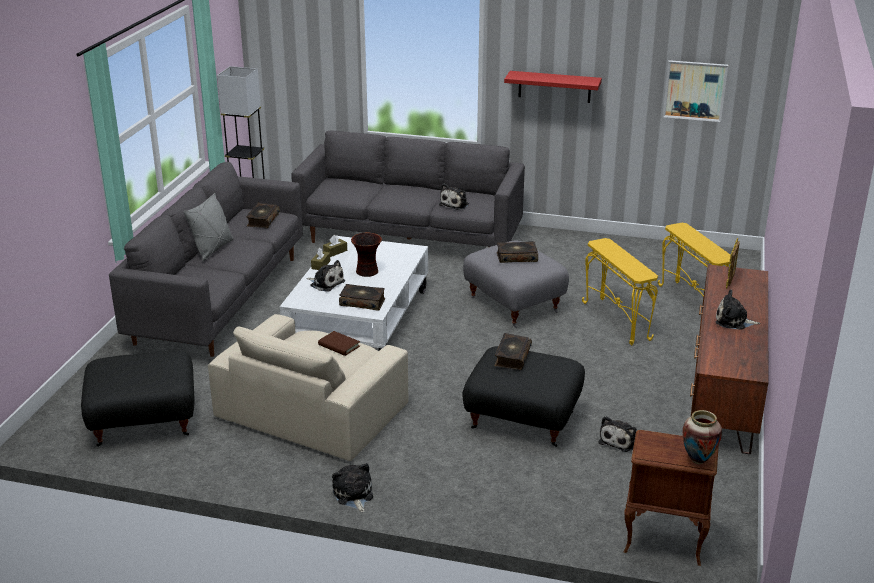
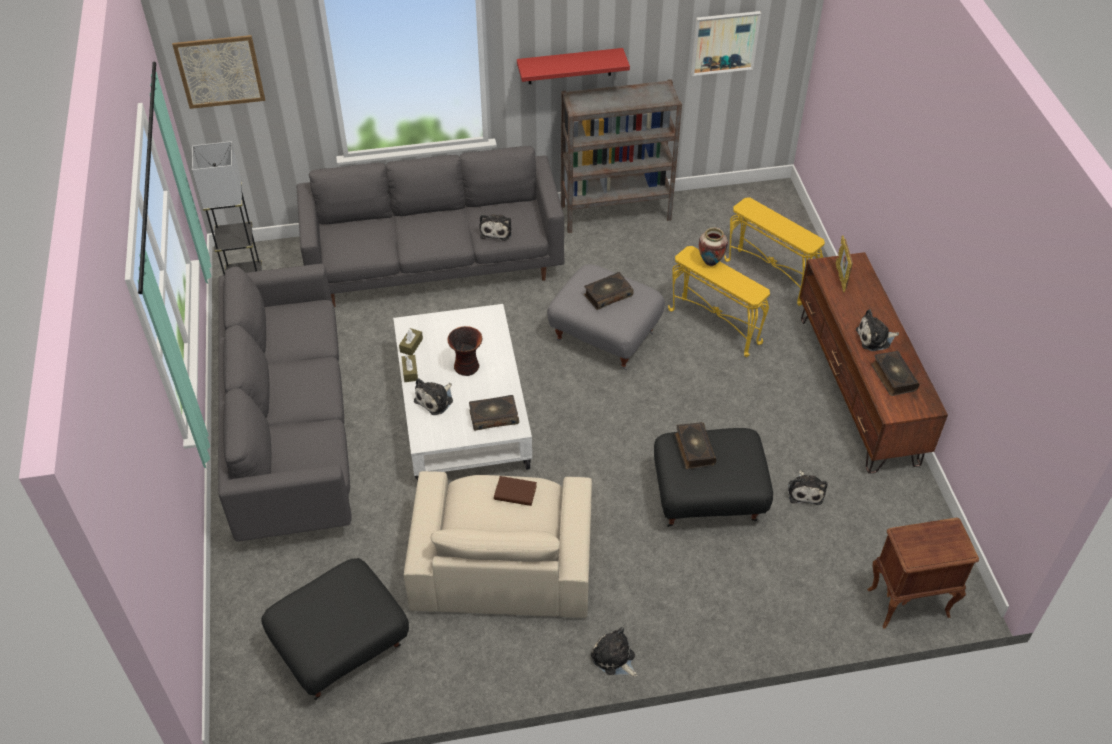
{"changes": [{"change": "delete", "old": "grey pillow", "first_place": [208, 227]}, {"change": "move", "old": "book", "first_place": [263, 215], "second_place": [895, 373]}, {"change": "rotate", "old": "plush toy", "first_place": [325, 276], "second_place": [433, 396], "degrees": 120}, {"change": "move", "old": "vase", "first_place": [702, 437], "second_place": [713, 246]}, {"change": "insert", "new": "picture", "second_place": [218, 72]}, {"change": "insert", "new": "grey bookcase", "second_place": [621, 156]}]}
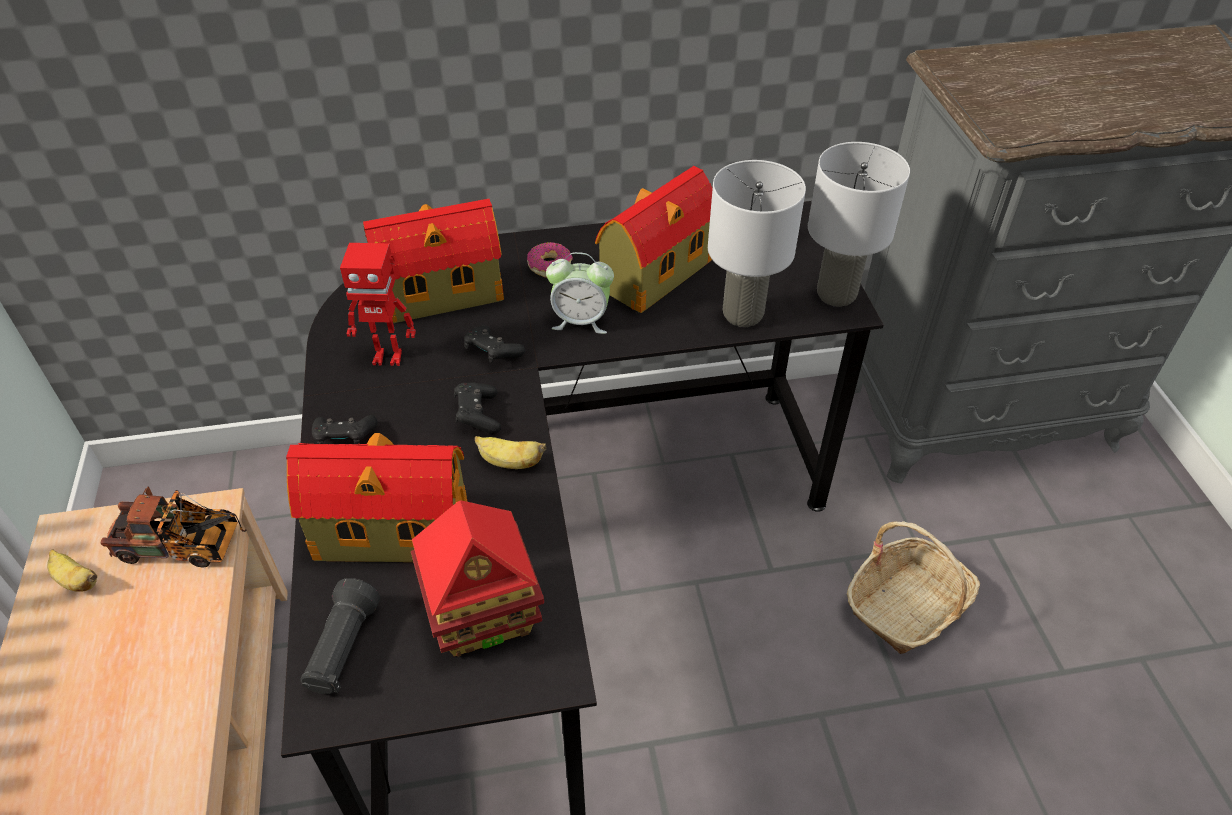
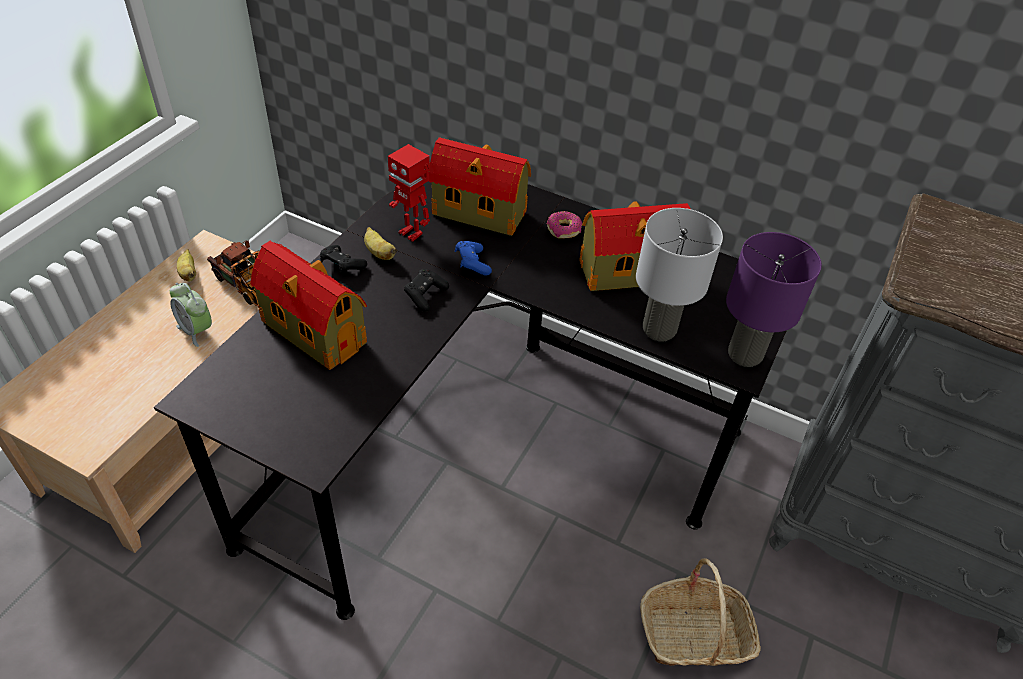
{"changes": [{"change": "recolor", "old": "white table lamp", "new": "purple table lamp", "first_place": [859, 224], "second_place": [774, 299]}, {"change": "move", "old": "alarm clock", "first_place": [580, 293], "second_place": [191, 315]}, {"change": "recolor", "old": "black game controller", "new": "blue game controller", "first_place": [494, 343], "second_place": [473, 258]}, {"change": "move", "old": "banana", "first_place": [511, 452], "second_place": [380, 243]}, {"change": "delete", "old": "toy house", "first_place": [477, 579]}, {"change": "delete", "old": "black flashlight", "first_place": [340, 636]}]}
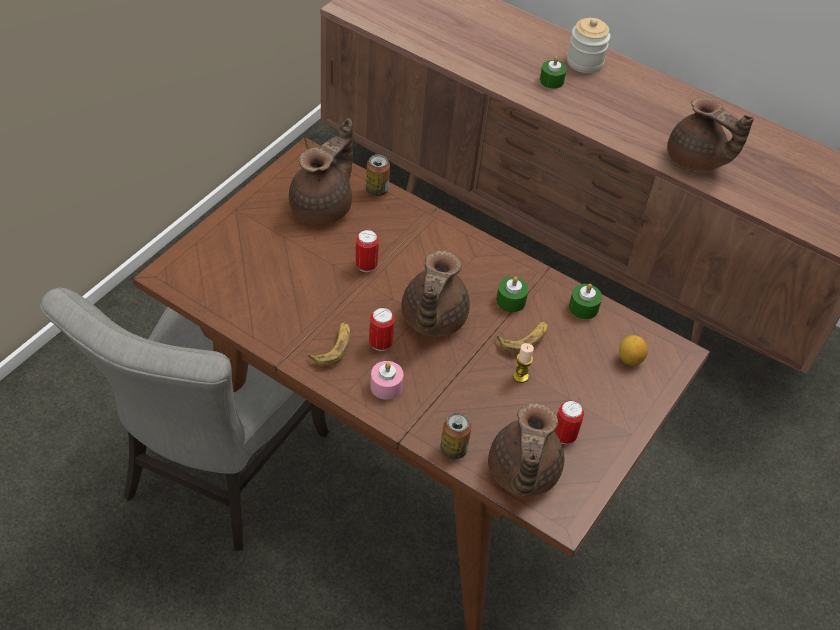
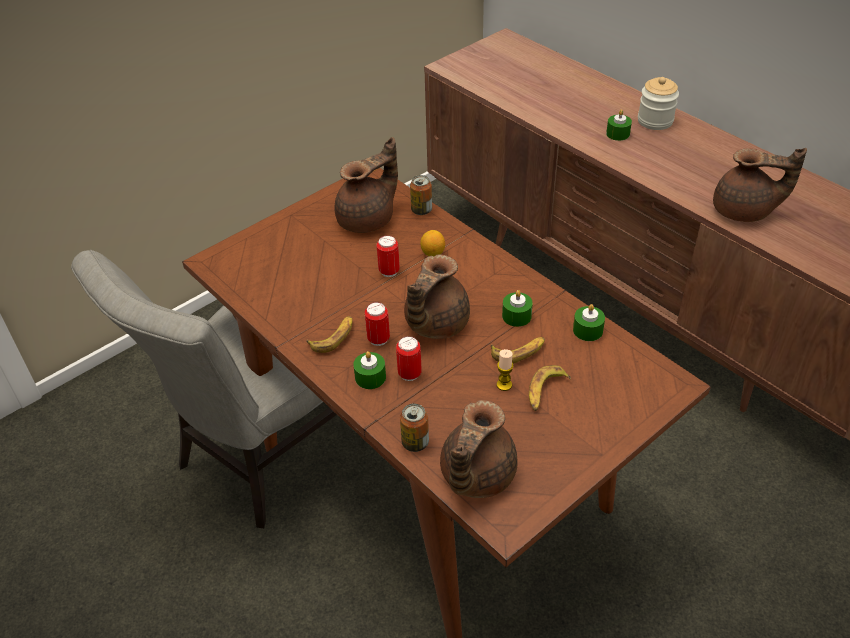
{"changes": [{"change": "rotate", "old": "brown teapot", "first_place": [710, 134], "second_place": [760, 185], "degrees": -45}, {"change": "move", "old": "lemon", "first_place": [633, 350], "second_place": [432, 243]}, {"change": "recolor", "old": "pink candle", "new": "green candle", "first_place": [387, 380], "second_place": [369, 370]}, {"change": "move", "old": "can", "first_place": [569, 422], "second_place": [409, 358]}, {"change": "insert", "new": "banana", "second_place": [550, 388]}]}
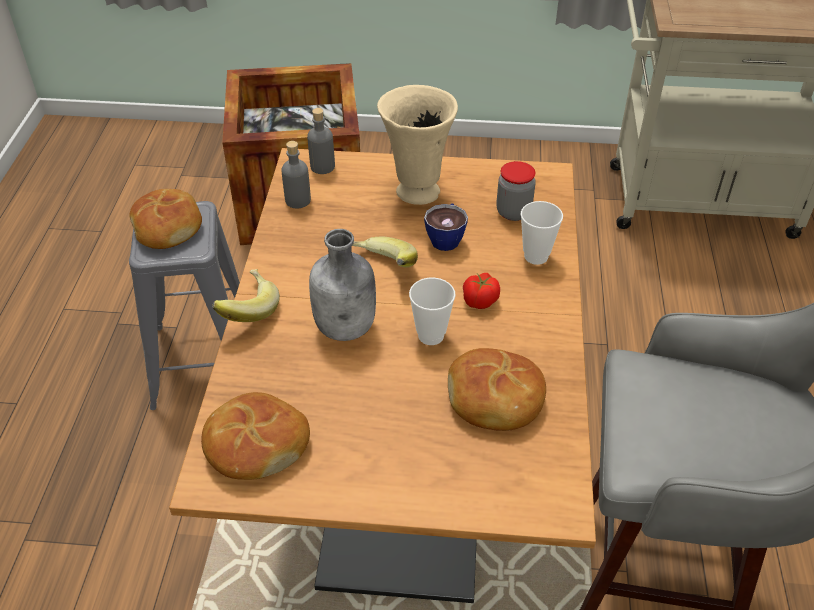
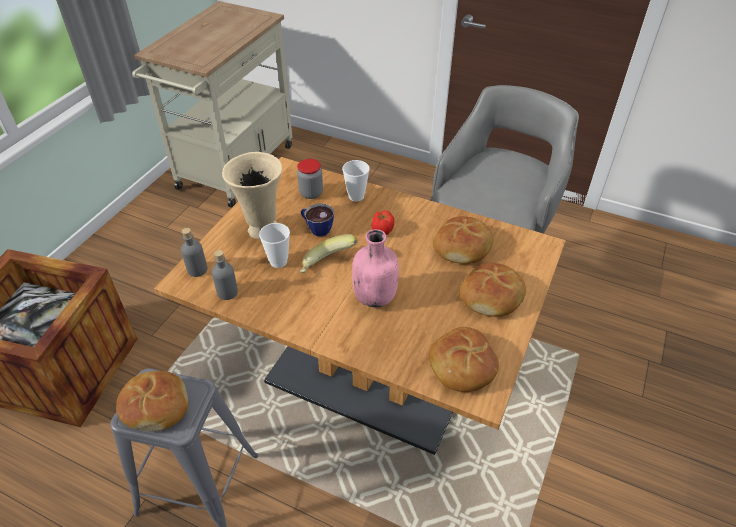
{"changes": [{"change": "recolor", "old": "grey bottle", "new": "pink bottle", "first_place": [342, 285], "second_place": [375, 268]}, {"change": "delete", "old": "banana", "first_place": [246, 295]}, {"change": "move", "old": "cup", "first_place": [432, 311], "second_place": [274, 245]}, {"change": "insert", "new": "bread", "second_place": [492, 290]}]}
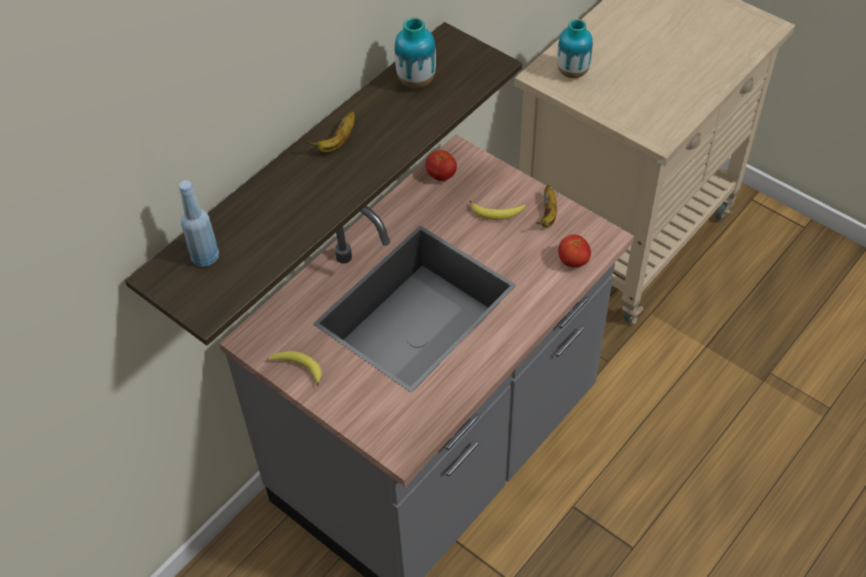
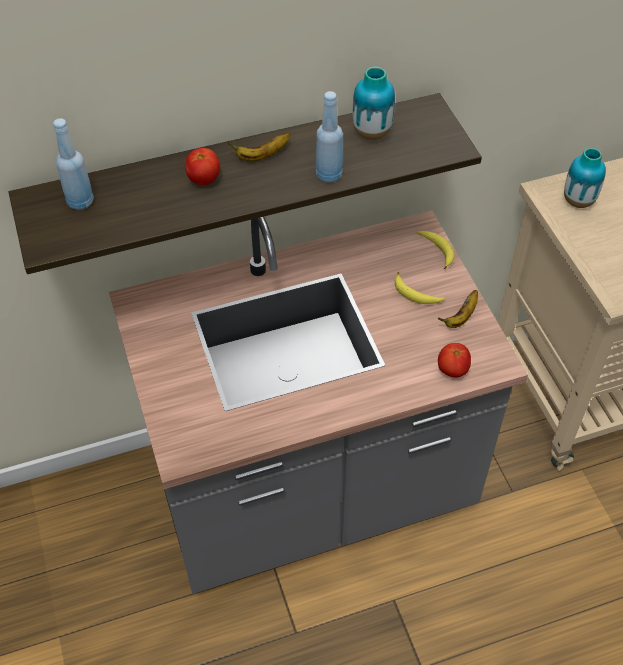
{"changes": [{"change": "move", "old": "tomato", "first_place": [441, 165], "second_place": [202, 166]}, {"change": "move", "old": "banana", "first_place": [295, 368], "second_place": [436, 250]}, {"change": "insert", "new": "blue bottle", "second_place": [329, 137]}]}
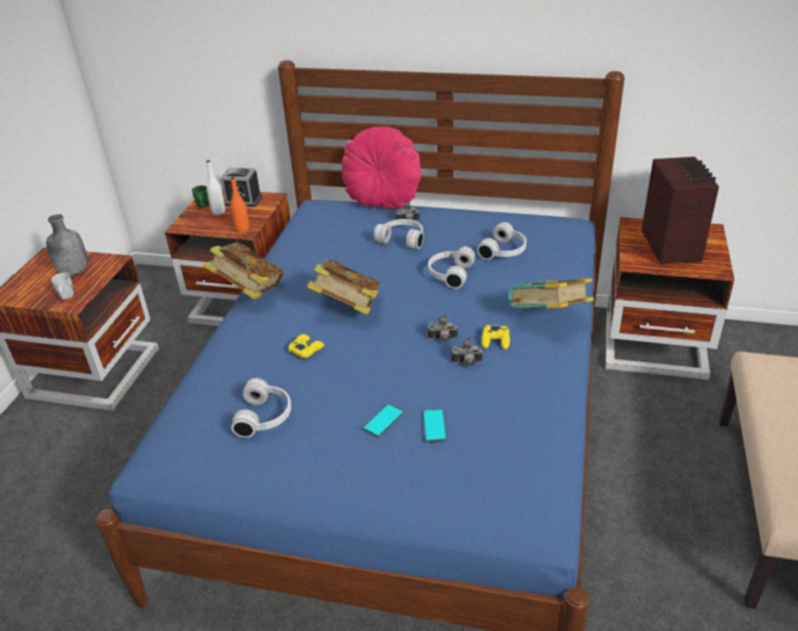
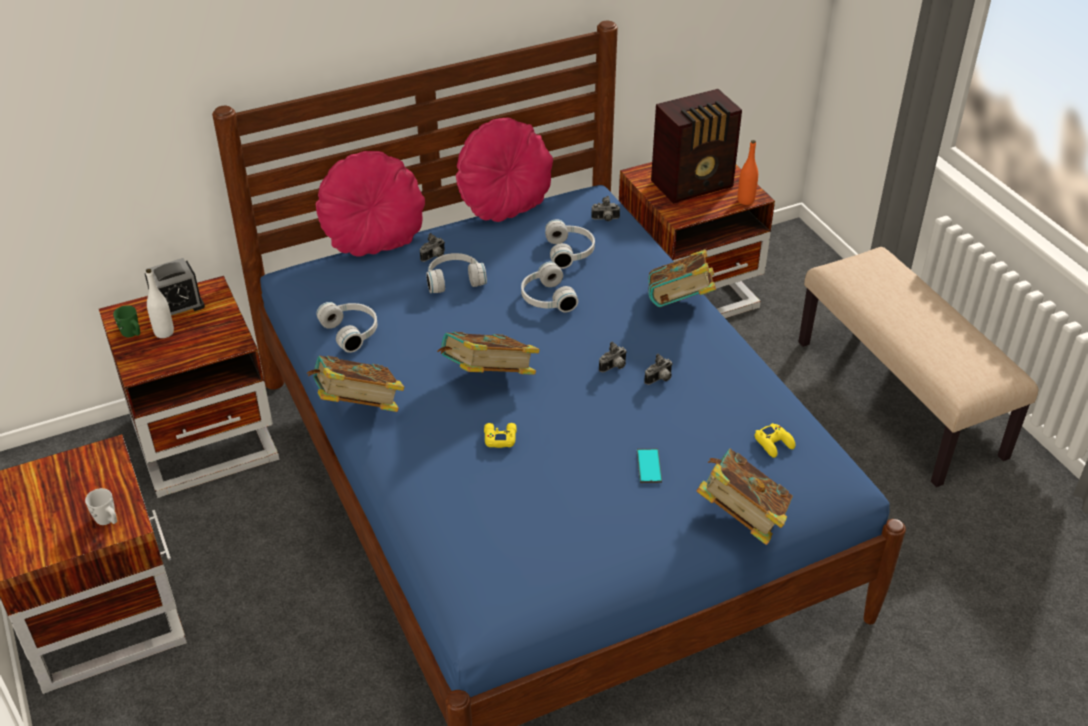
{"changes": [{"change": "rotate", "old": "radio", "first_place": [680, 210], "second_place": [696, 146], "degrees": 105}, {"change": "move", "old": "orange bottle", "first_place": [239, 205], "second_place": [748, 172]}, {"change": "delete", "old": "grey bottle", "first_place": [67, 245]}, {"change": "move", "old": "yellow game controller", "first_place": [495, 337], "second_place": [775, 440]}, {"change": "move", "old": "white headphones", "first_place": [261, 408], "second_place": [346, 327]}, {"change": "delete", "old": "phone", "first_place": [435, 425]}, {"change": "insert", "new": "pink pillow", "second_place": [504, 170]}, {"change": "insert", "new": "photo camera", "second_place": [605, 208]}, {"change": "insert", "new": "book", "second_place": [744, 497]}]}
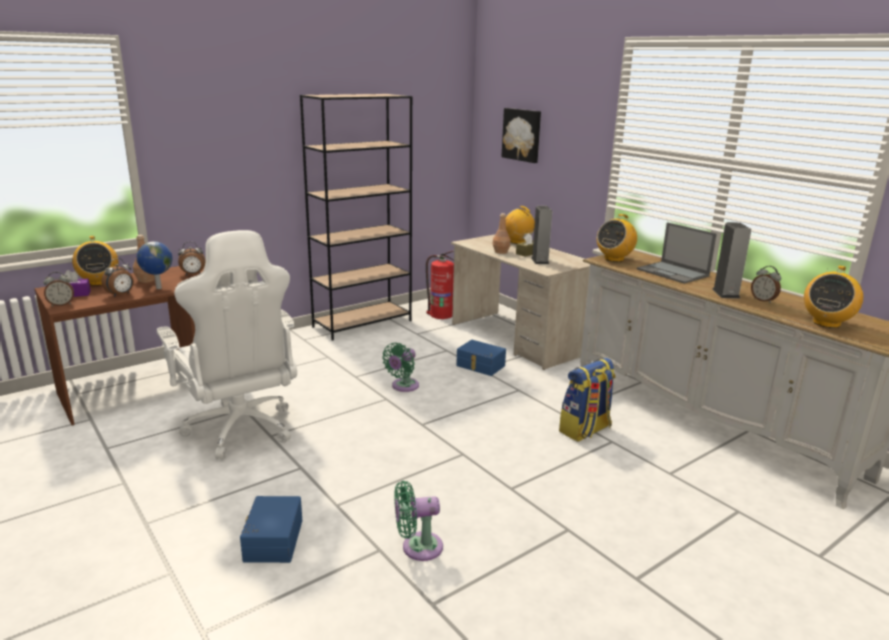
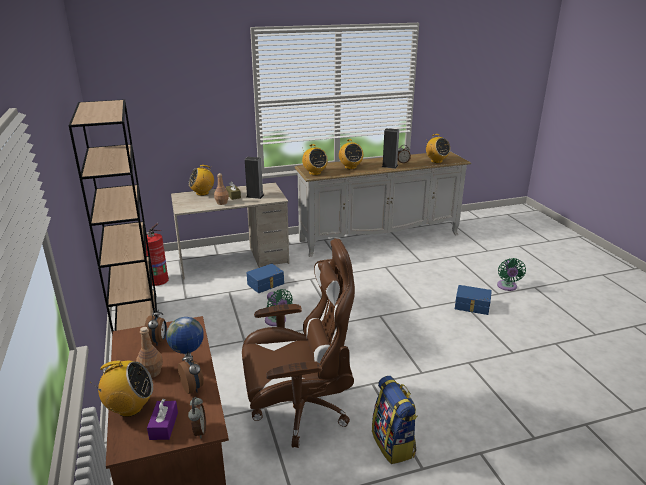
{"changes": [{"change": "delete", "old": "picture", "first_place": [521, 135]}, {"change": "replace", "old": "laptop", "new": "radio", "first_place": [676, 253], "second_place": [351, 154]}, {"change": "recolor", "old": "white office chair", "new": "brown office chair", "first_place": [227, 345], "second_place": [298, 343]}, {"change": "move", "old": "backpack", "first_place": [587, 400], "second_place": [394, 420]}, {"change": "move", "old": "green fan", "first_place": [418, 521], "second_place": [511, 274]}, {"change": "move", "old": "blue storage box", "first_place": [271, 529], "second_place": [473, 300]}]}
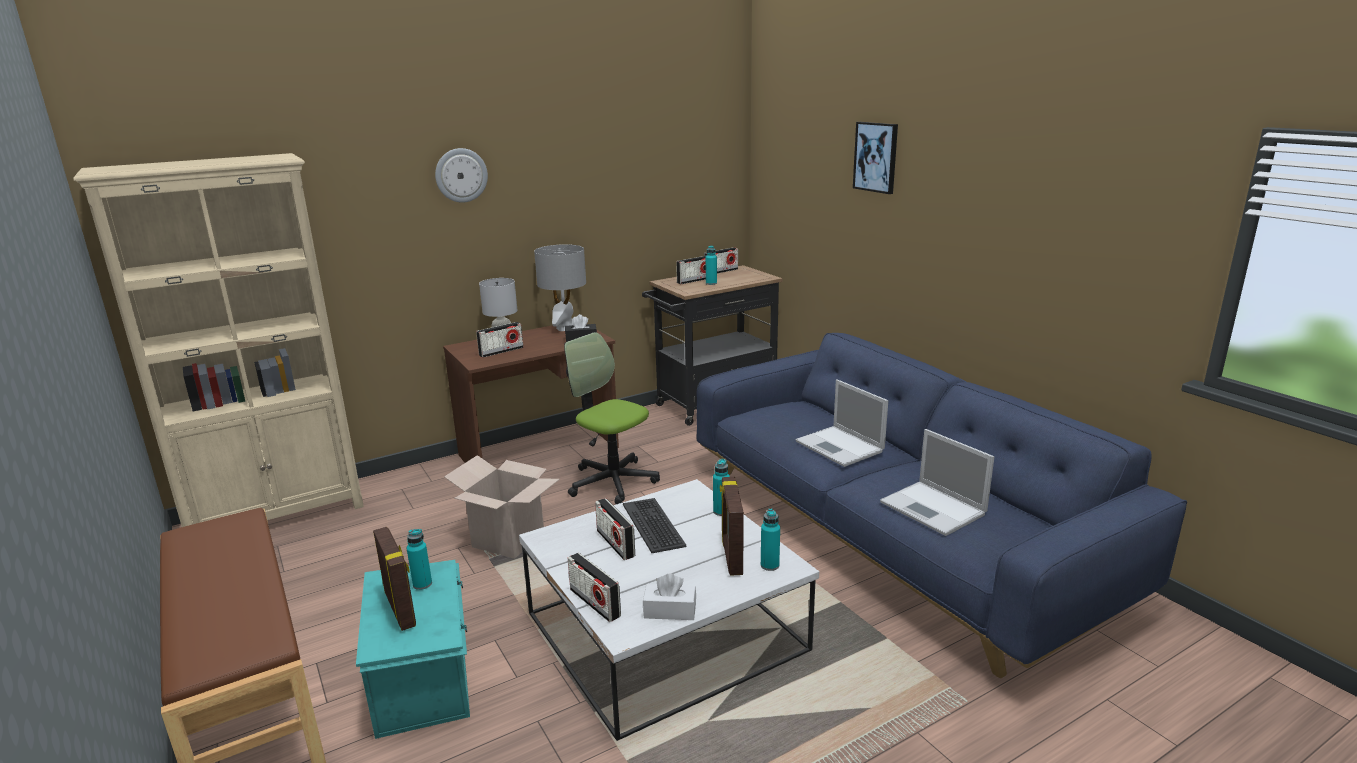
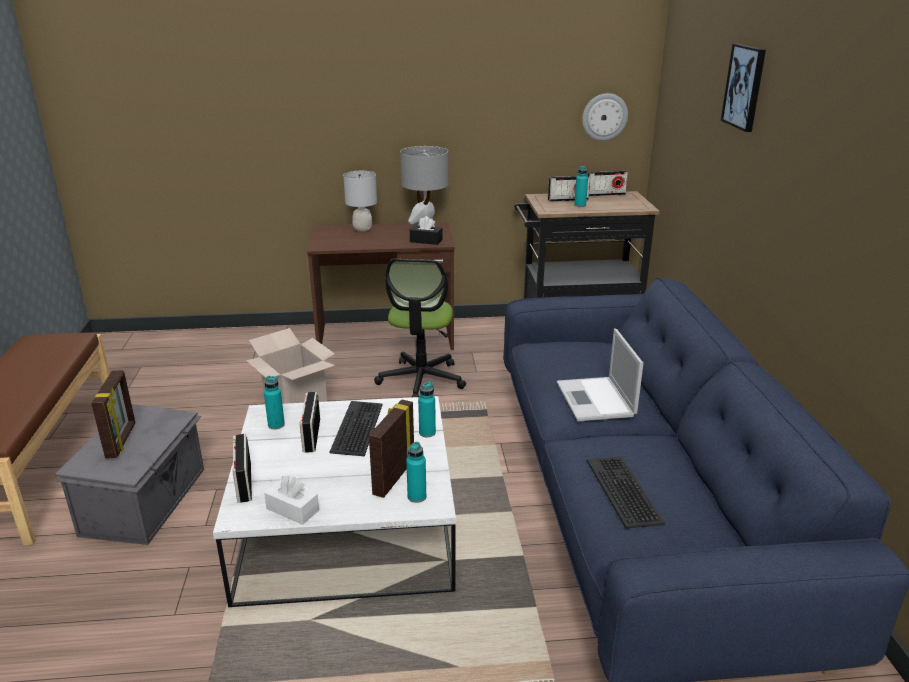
{"changes": [{"change": "move", "old": "wall clock", "first_place": [461, 175], "second_place": [605, 117]}, {"change": "delete", "old": "beige bookcase", "first_place": [218, 340]}, {"change": "delete", "old": "radio", "first_place": [499, 339]}, {"change": "rotate", "old": "office chair", "first_place": [612, 418], "second_place": [420, 328], "degrees": -150}, {"change": "replace", "old": "laptop", "new": "keyboard", "first_place": [937, 482], "second_place": [626, 493]}, {"change": "move", "old": "turquoise bottle", "first_place": [419, 559], "second_place": [274, 402]}, {"change": "recolor", "old": "turquoise storage box", "new": "grey storage box", "first_place": [413, 649], "second_place": [129, 474]}]}
